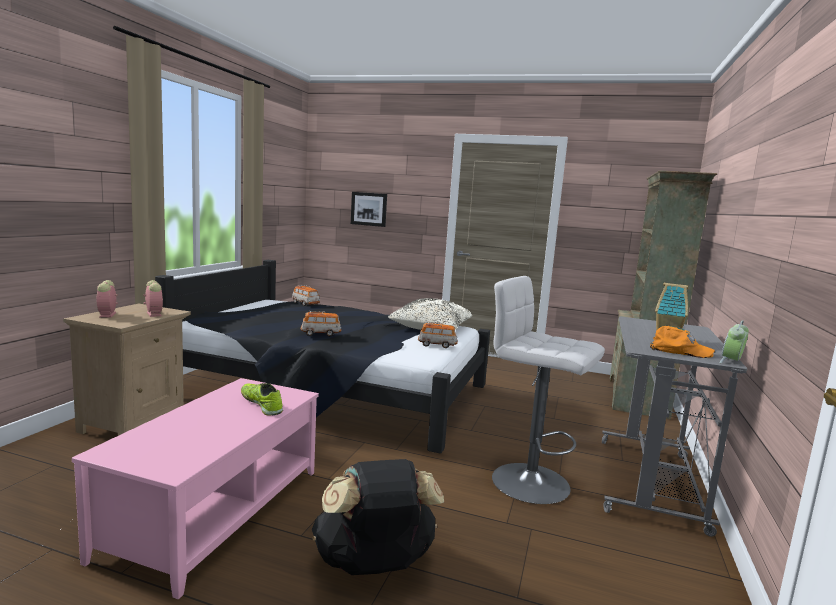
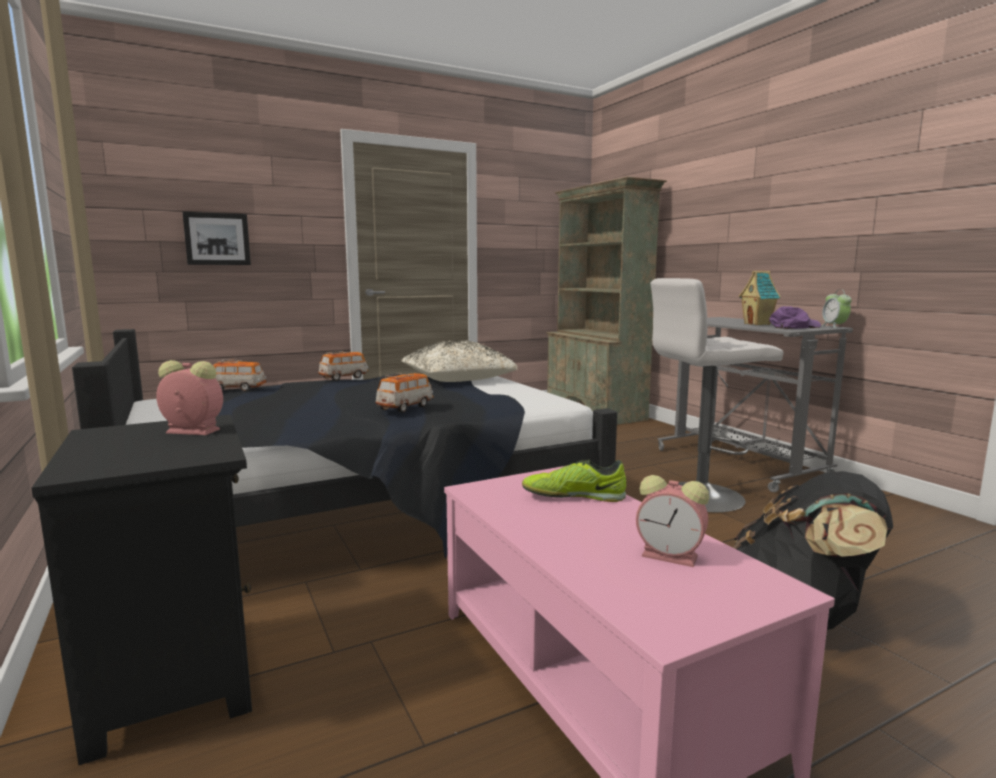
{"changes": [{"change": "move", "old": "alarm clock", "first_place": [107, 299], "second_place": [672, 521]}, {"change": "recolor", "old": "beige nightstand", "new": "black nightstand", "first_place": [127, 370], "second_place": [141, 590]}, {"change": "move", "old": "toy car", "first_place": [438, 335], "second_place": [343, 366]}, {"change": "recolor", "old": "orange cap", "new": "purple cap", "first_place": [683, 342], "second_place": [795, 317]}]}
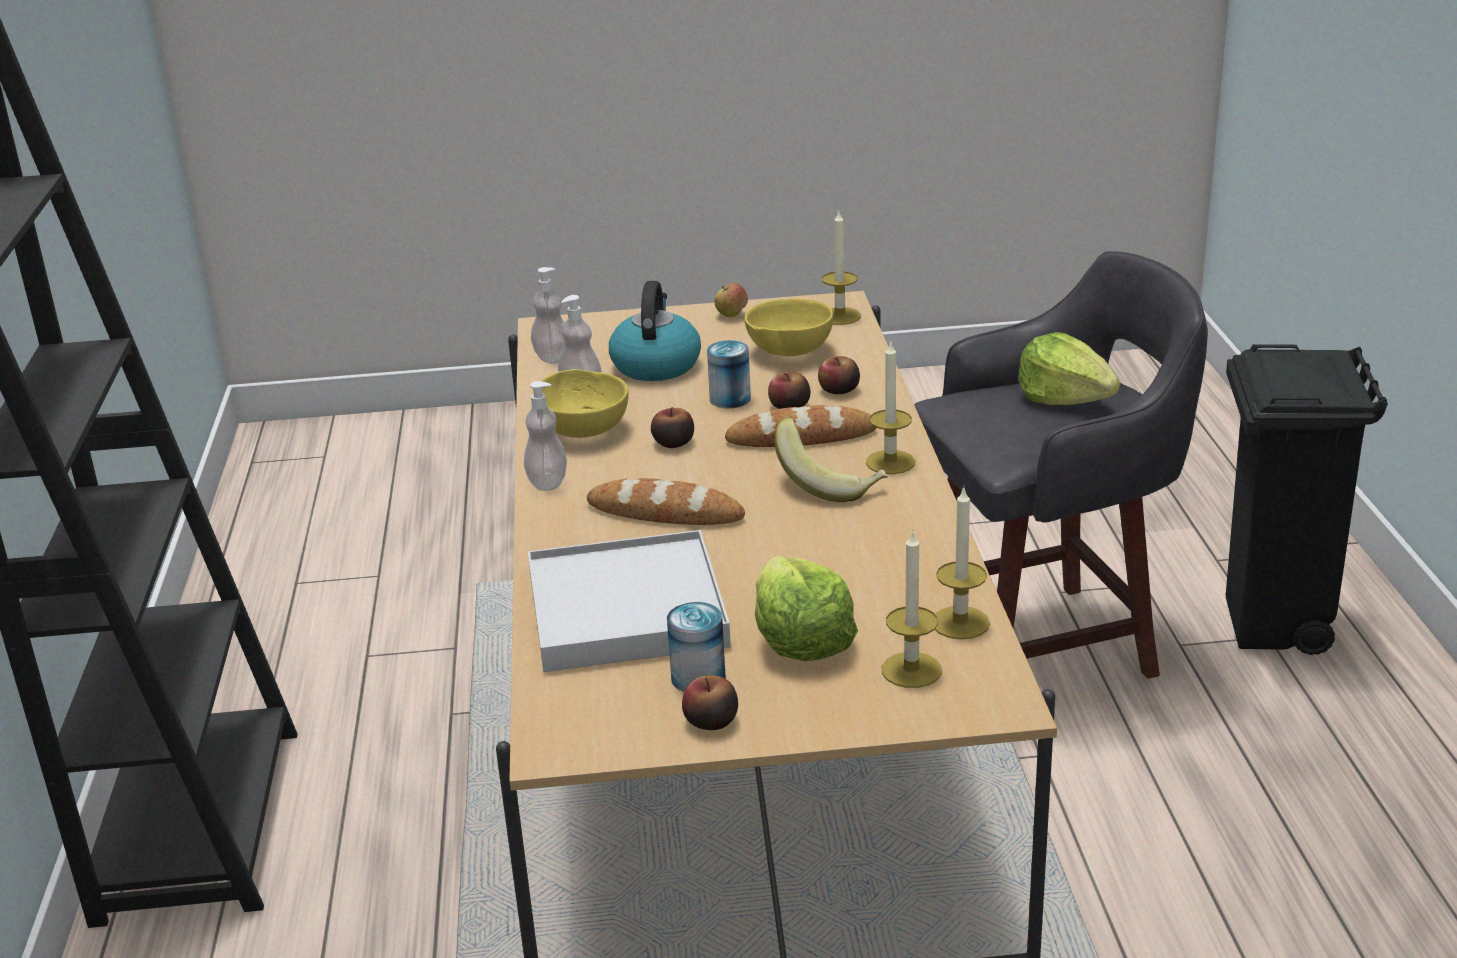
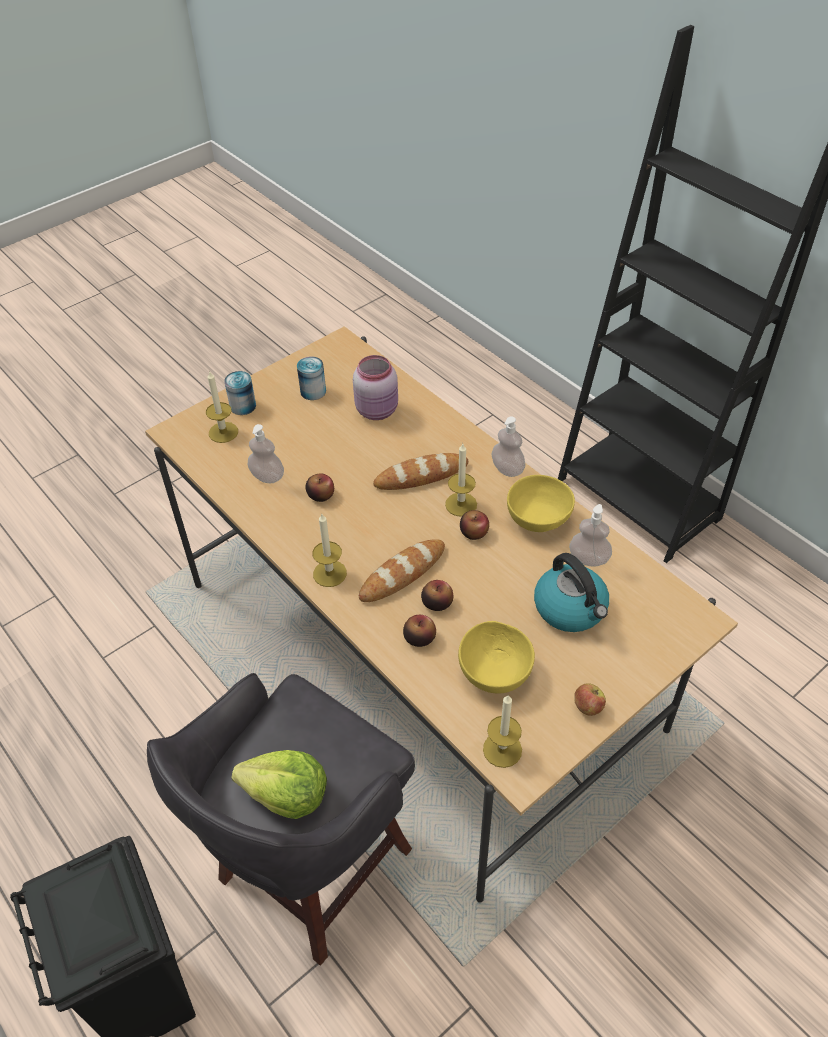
{"changes": [{"change": "move", "old": "soap dispenser", "first_place": [547, 315], "second_place": [266, 453]}, {"change": "move", "old": "can", "first_place": [729, 374], "second_place": [240, 393]}, {"change": "delete", "old": "banana", "first_place": [831, 460]}, {"change": "move", "old": "candle", "first_place": [962, 563], "second_place": [461, 480]}, {"change": "replace", "old": "white tray", "new": "pink jar", "first_place": [629, 601], "second_place": [375, 387]}, {"change": "delete", "old": "lettuce", "first_place": [806, 608]}, {"change": "move", "old": "apple", "first_place": [710, 702], "second_place": [319, 487]}]}
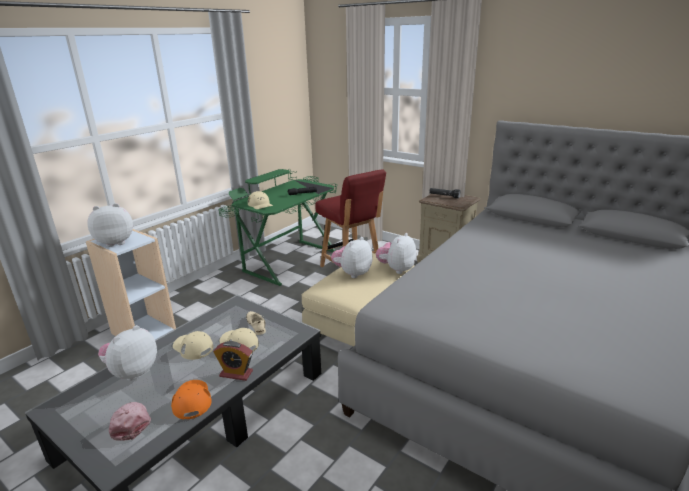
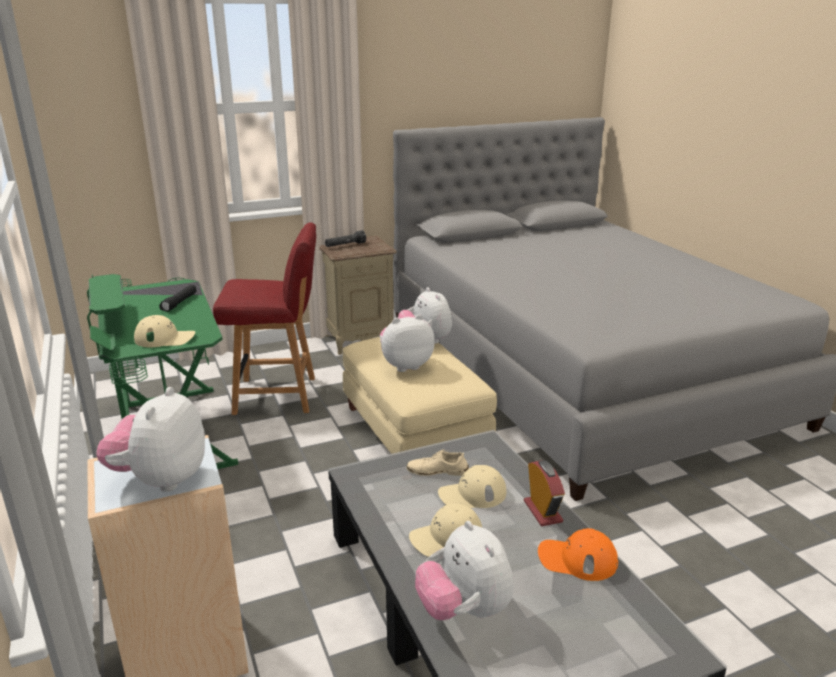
{"changes": [{"change": "rotate", "old": "plush toy", "first_place": [352, 257], "second_place": [407, 343], "degrees": 90}, {"change": "rotate", "old": "alarm clock", "first_place": [233, 361], "second_place": [544, 493], "degrees": -60}, {"change": "delete", "old": "pink cap", "first_place": [130, 421]}]}
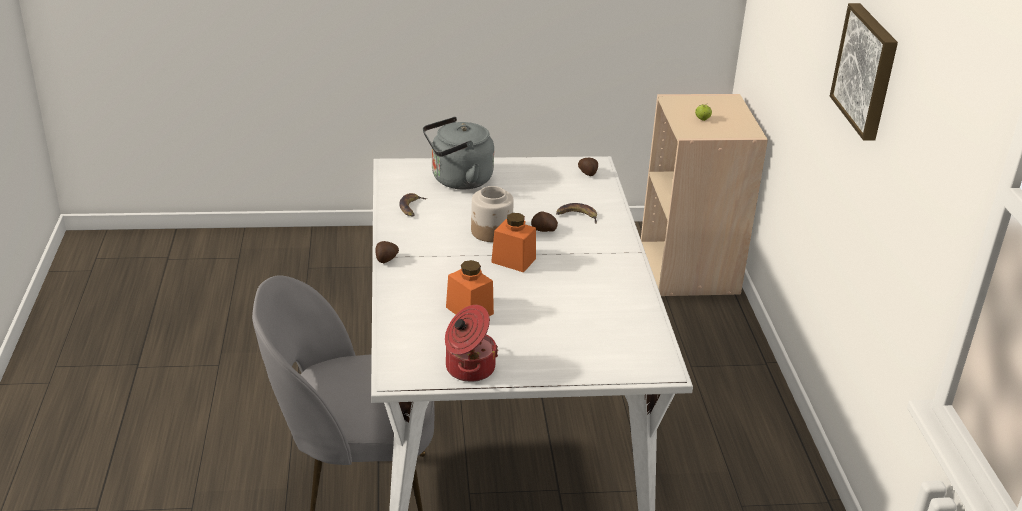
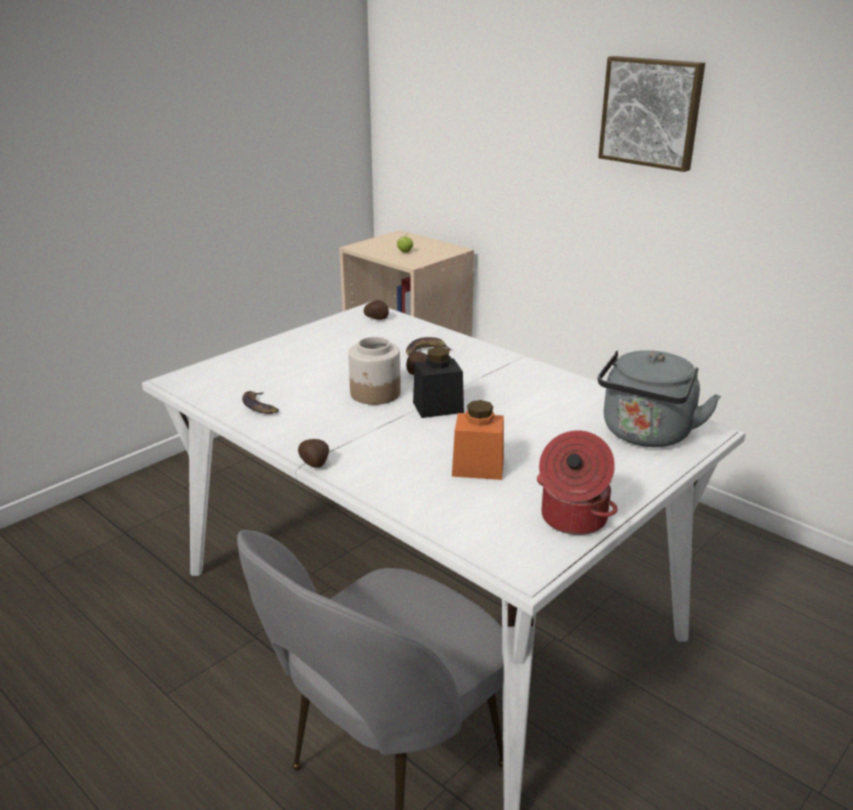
{"changes": [{"change": "move", "old": "grey kettle", "first_place": [458, 153], "second_place": [659, 398]}, {"change": "recolor", "old": "orange jar", "new": "black jar", "first_place": [513, 242], "second_place": [438, 382]}]}
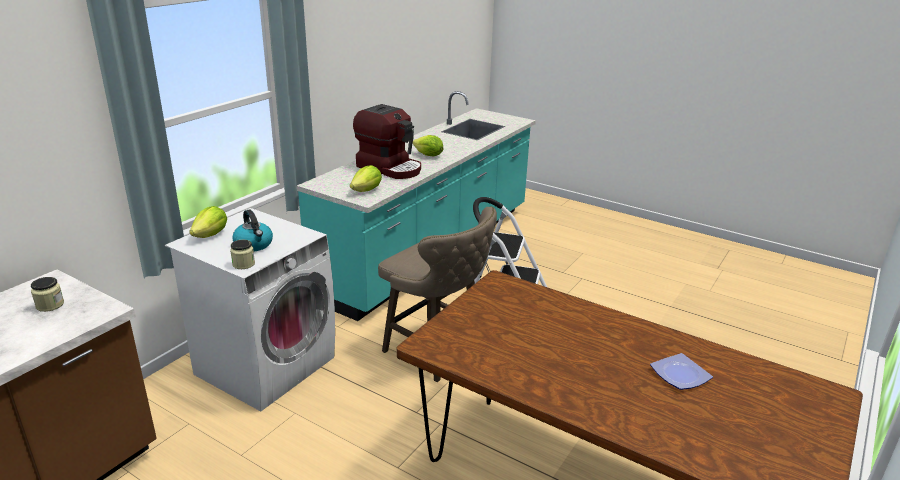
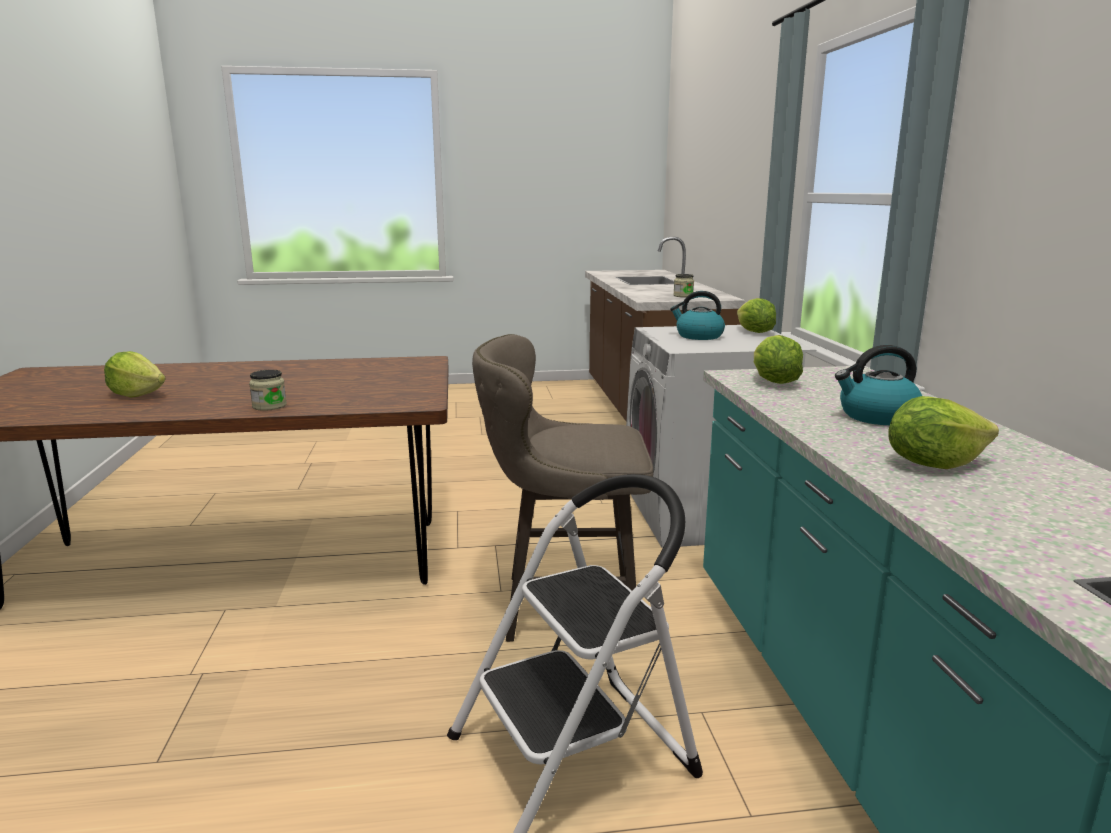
{"changes": [{"change": "replace", "old": "coffee machine", "new": "kettle", "first_place": [387, 141], "second_place": [878, 385]}, {"change": "move", "old": "jar", "first_place": [242, 254], "second_place": [268, 390]}, {"change": "replace", "old": "plate", "new": "lettuce", "first_place": [681, 371], "second_place": [135, 374]}]}
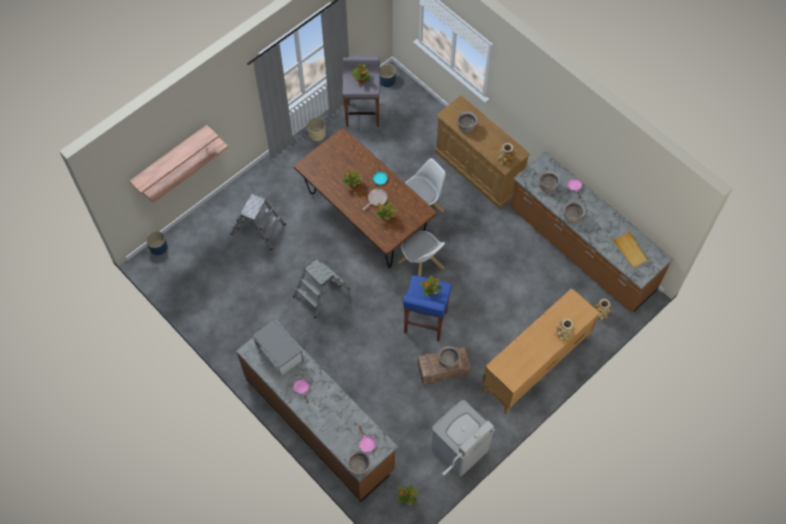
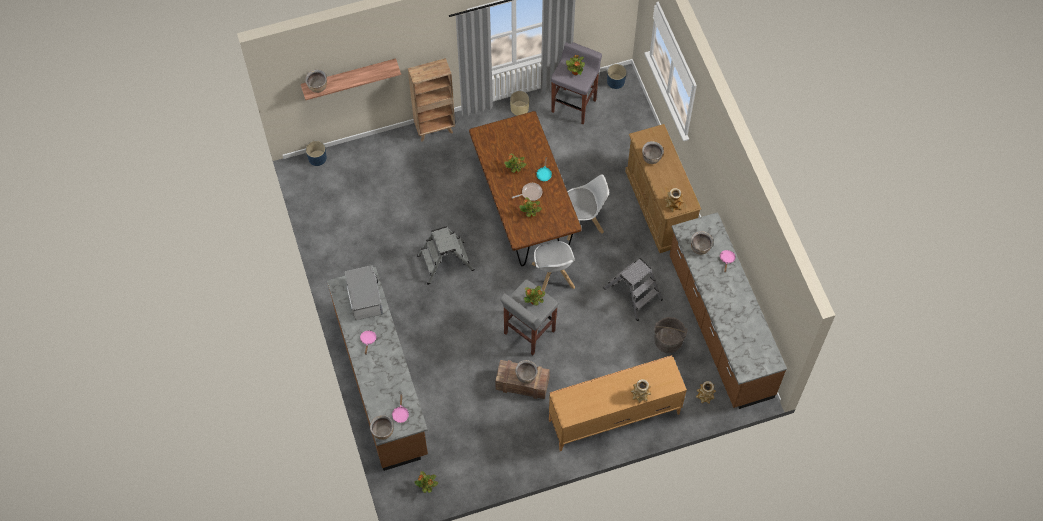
{"changes": [{"change": "delete", "old": "shelf", "first_place": [186, 170]}, {"change": "move", "old": "grey step ladder", "first_place": [258, 222], "second_place": [633, 289]}, {"change": "move", "old": "brown cooking pot", "first_place": [574, 212], "second_place": [316, 81]}, {"change": "delete", "old": "beige tray", "first_place": [630, 249]}, {"change": "recolor", "old": "blue stool", "new": "grey stool", "first_place": [427, 308], "second_place": [529, 317]}, {"change": "delete", "old": "grey washing machine", "first_place": [463, 438]}, {"change": "insert", "new": "brown bookcase", "second_place": [431, 100]}, {"change": "insert", "new": "grey bucket", "second_place": [671, 335]}]}
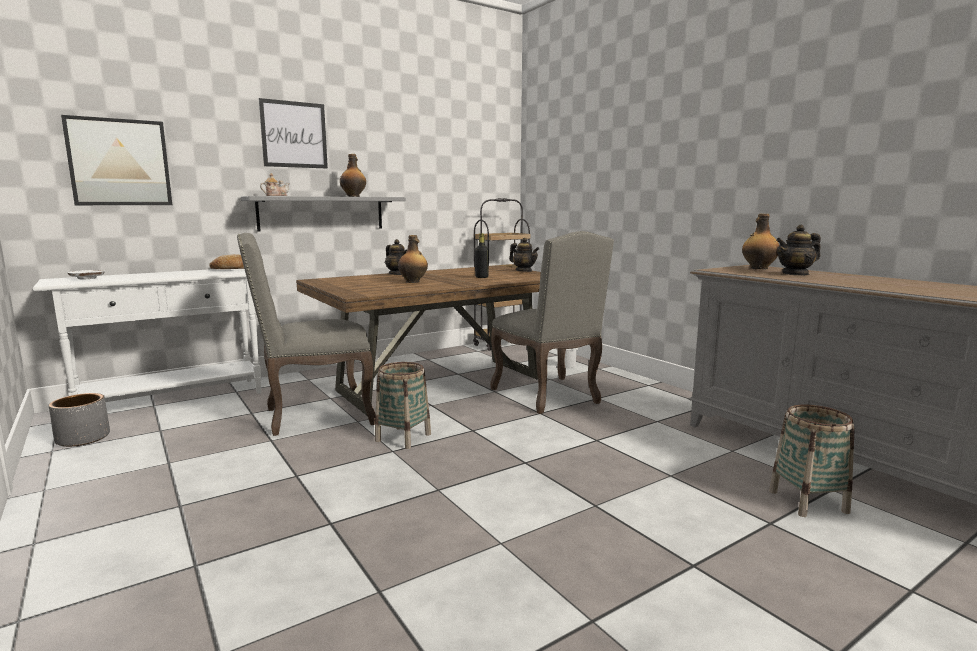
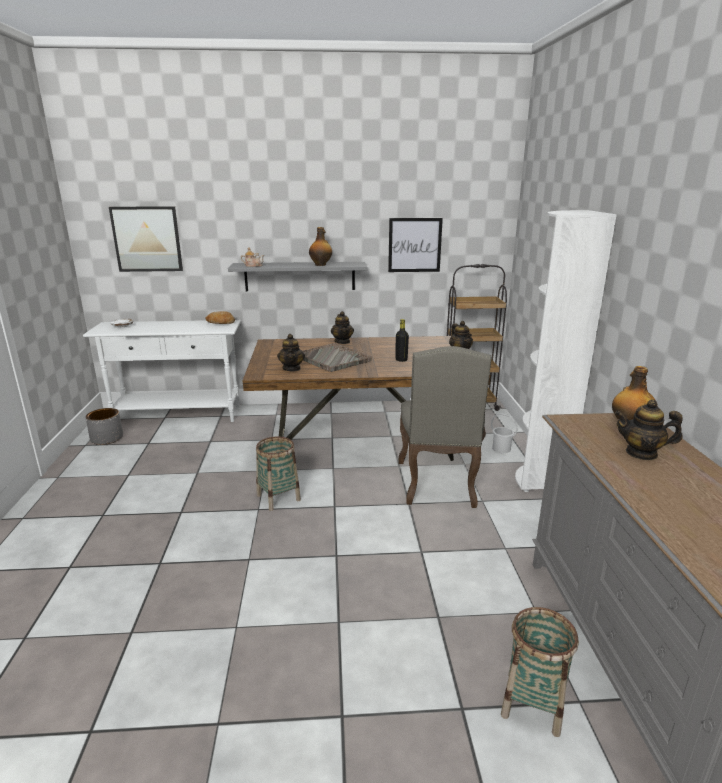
{"changes": [{"change": "move", "old": "picture", "first_place": [293, 133], "second_place": [415, 245]}, {"change": "delete", "old": "grey chair", "first_place": [306, 334]}, {"change": "replace", "old": "bottle", "new": "grey tray", "first_place": [413, 259], "second_place": [337, 357]}, {"change": "insert", "new": "white bookcase", "second_place": [566, 351]}, {"change": "insert", "new": "teapot", "second_place": [291, 352]}]}
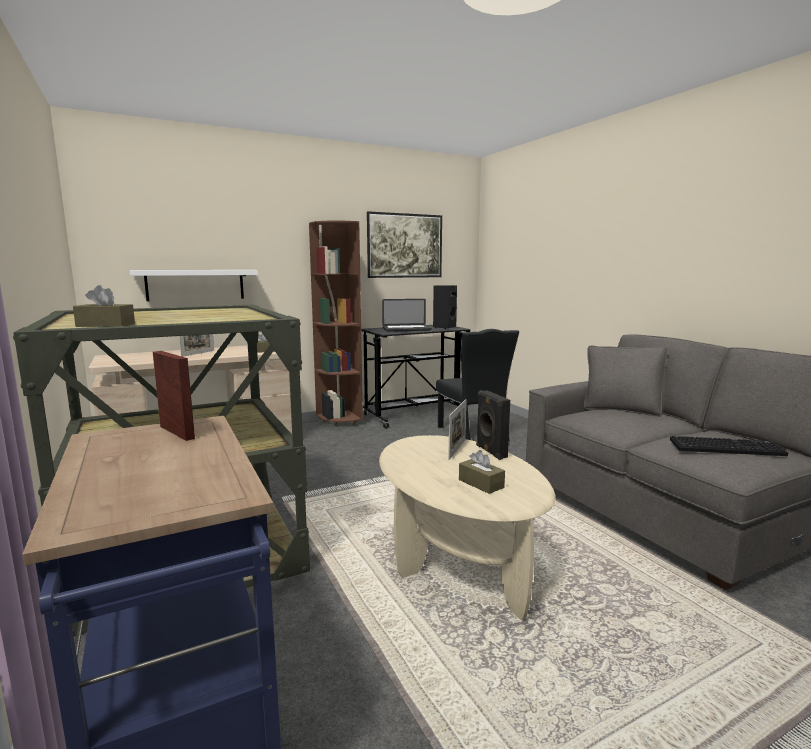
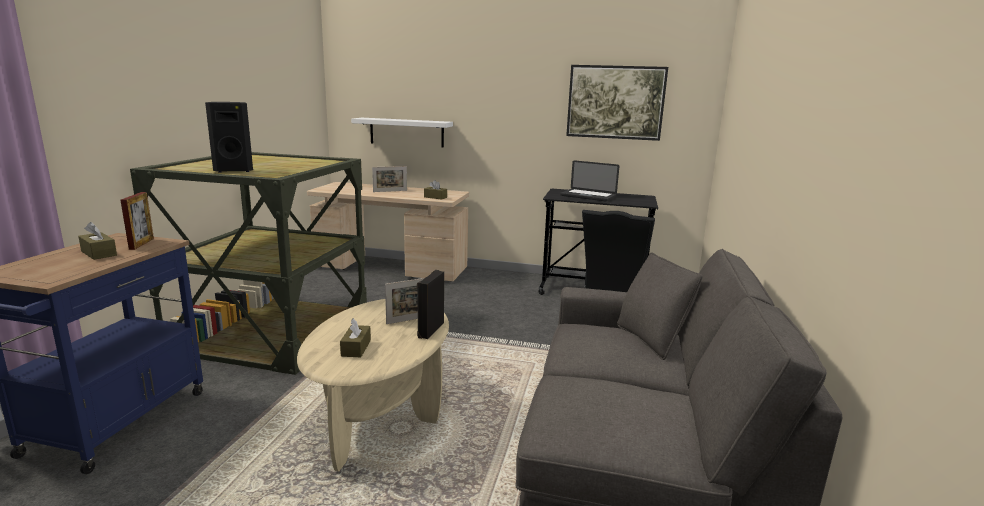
{"changes": [{"change": "delete", "old": "brown bookcase", "first_place": [336, 323]}, {"change": "move", "old": "brown tissue box", "first_place": [104, 306], "second_place": [97, 241]}, {"change": "move", "old": "black speaker", "first_place": [445, 307], "second_place": [229, 137]}, {"change": "delete", "old": "keyboard", "first_place": [729, 446]}]}
